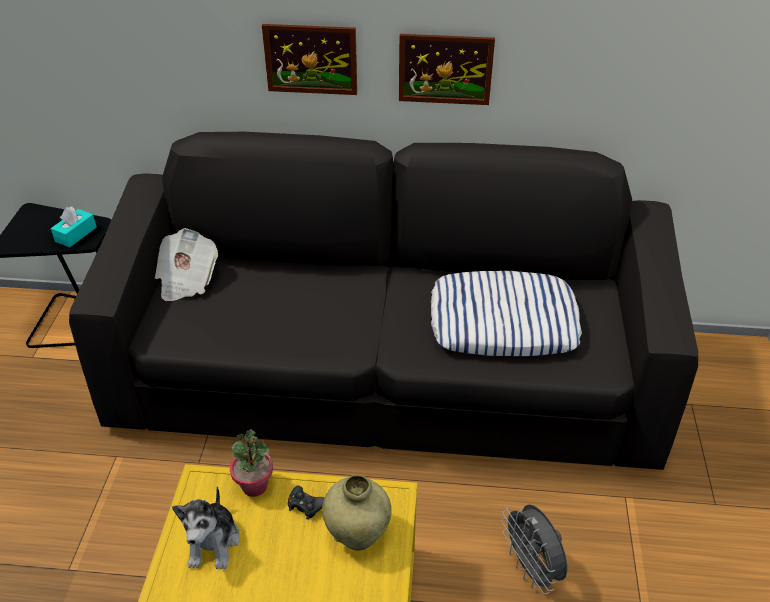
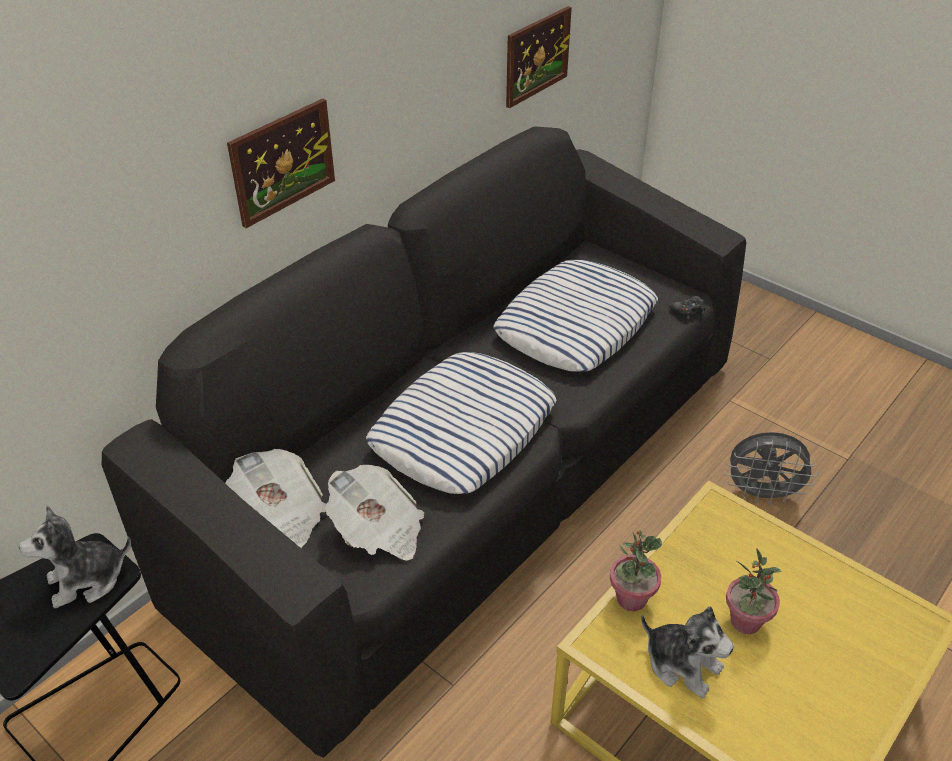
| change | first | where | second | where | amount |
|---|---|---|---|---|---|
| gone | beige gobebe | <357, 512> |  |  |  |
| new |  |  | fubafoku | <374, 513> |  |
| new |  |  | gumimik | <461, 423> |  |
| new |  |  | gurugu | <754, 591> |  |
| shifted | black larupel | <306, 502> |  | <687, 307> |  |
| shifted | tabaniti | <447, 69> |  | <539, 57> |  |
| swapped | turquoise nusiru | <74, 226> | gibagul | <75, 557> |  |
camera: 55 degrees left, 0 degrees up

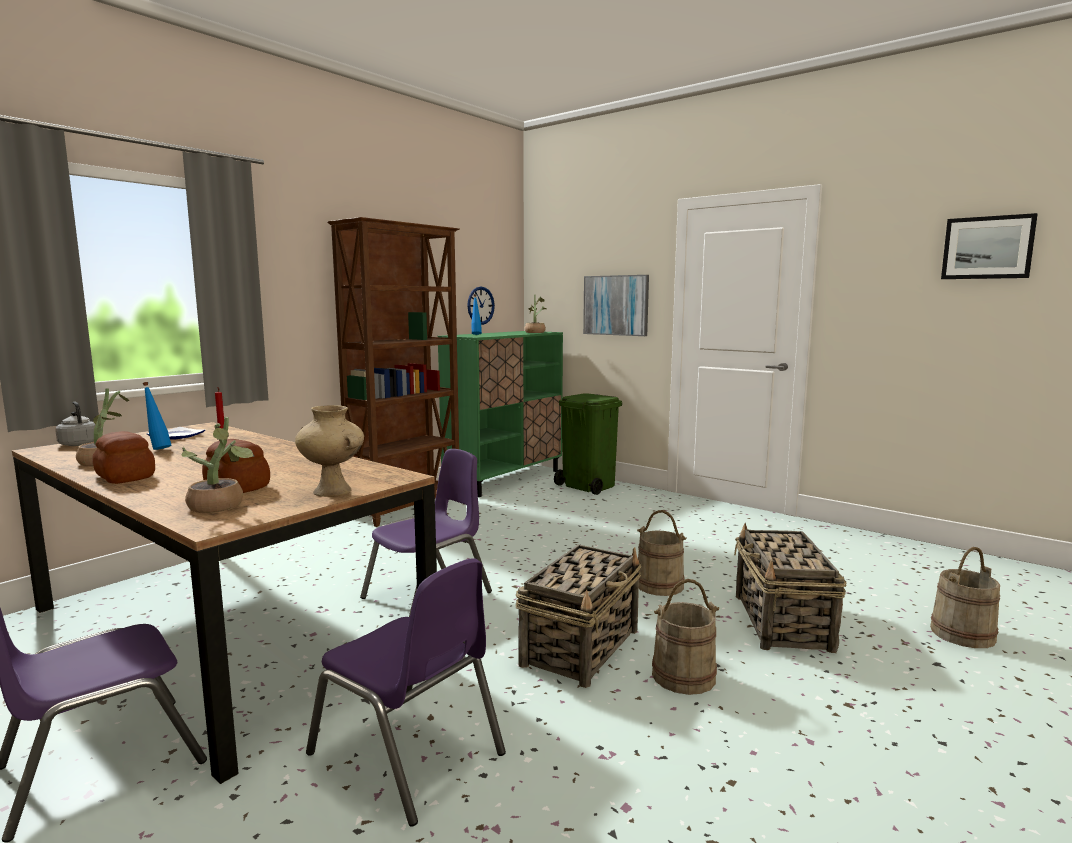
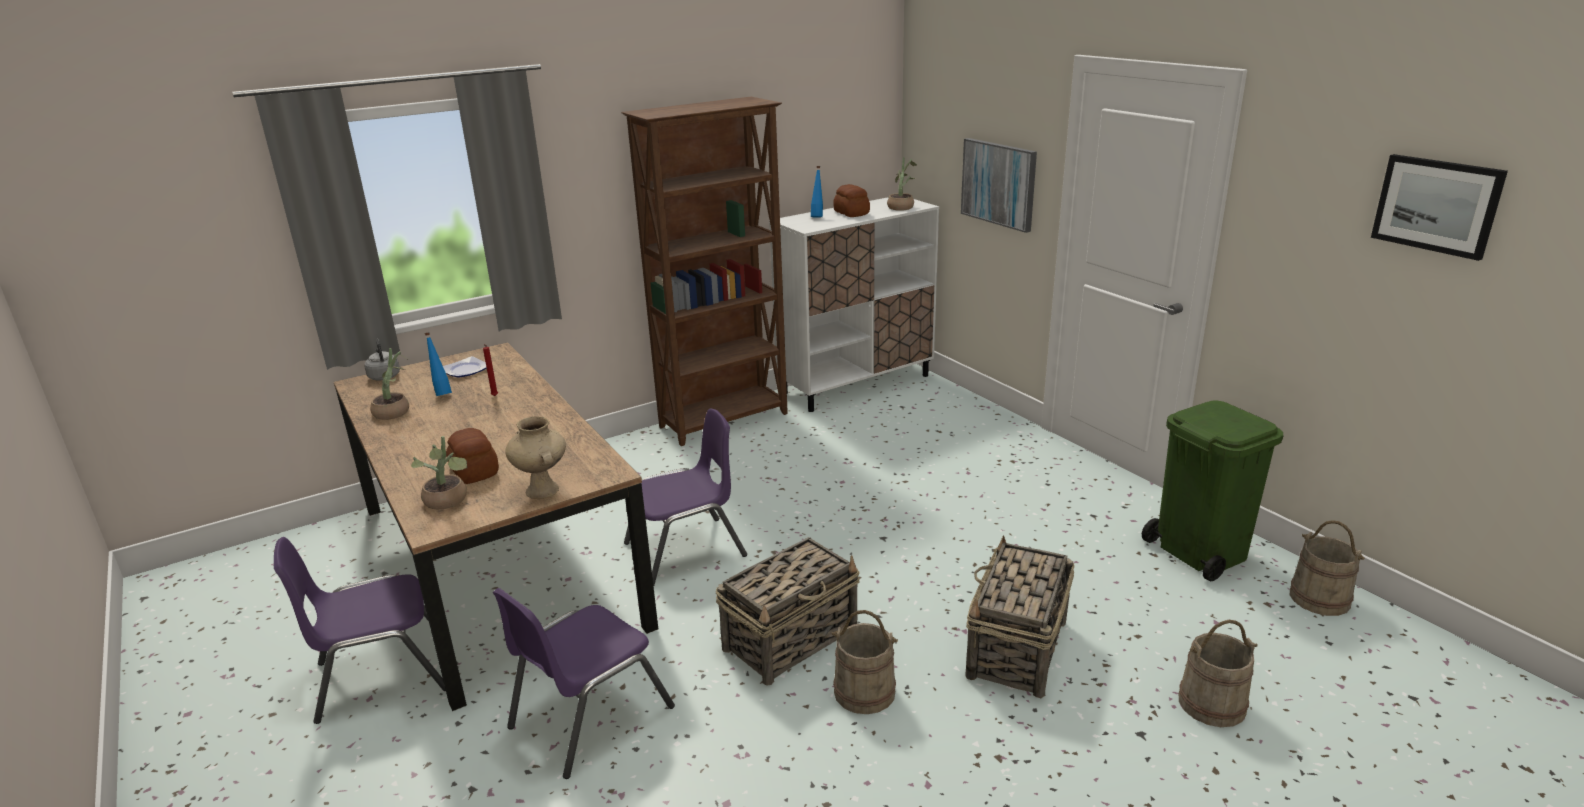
| change | first | where | second | where | amount |
|---|---|---|---|---|---|
| gone | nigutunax | <481, 306> |  |  |  |
| shifted | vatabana | <123, 457> |  | <852, 200> |  |
| shifted | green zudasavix | <588, 444> |  | <1213, 491> |  |
| shifted | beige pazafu | <661, 553> |  | <1327, 568> |  |
| repainted | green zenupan | <500, 414> | white zenupan | <854, 304> |  |
| rotated | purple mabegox | <406, 692> |  | <584, 683> | 75 degrees clockwise |
camera: 20 degrees right, 15 degrees up

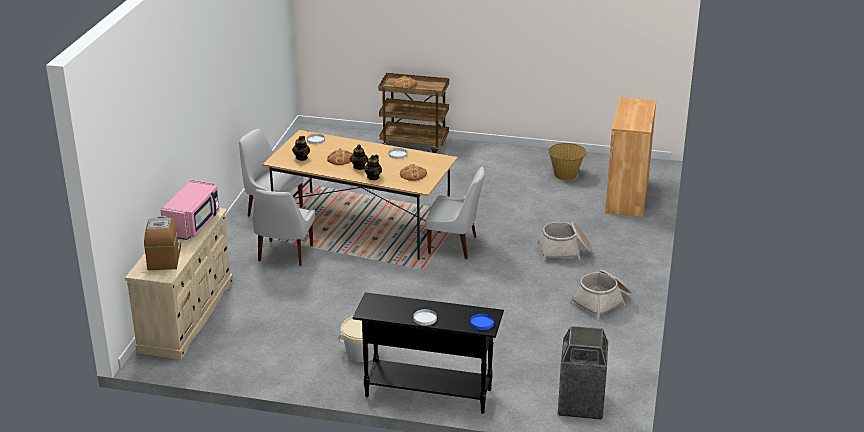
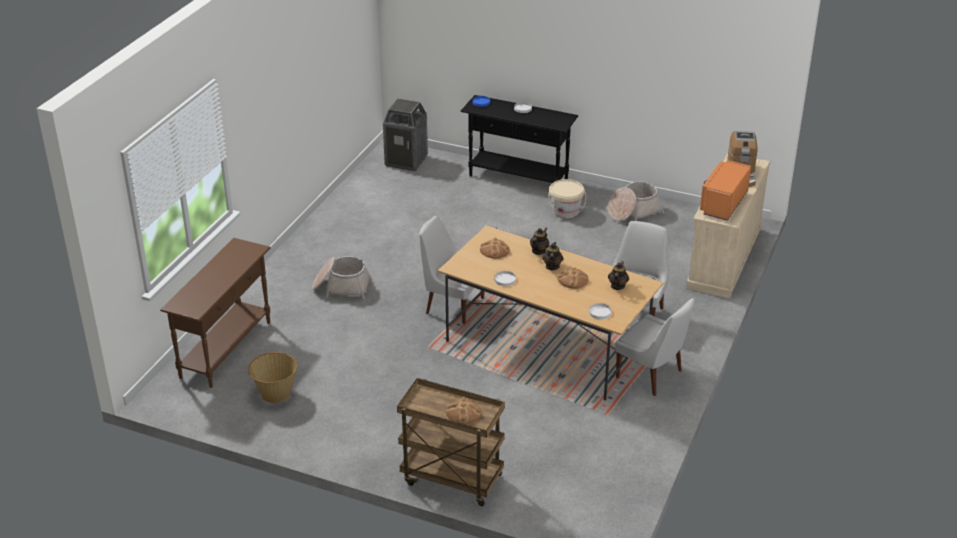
| change | first | where | second | where | amount |
|---|---|---|---|---|---|
| shifted | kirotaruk | <600, 295> |  | <635, 201> |  |
| swapped | brown zenupan | <630, 157> | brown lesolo | <215, 313> |  |
| repainted | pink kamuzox | <190, 209> | orange kamuzox | <725, 190> |  |
camera: 170 degrees left, 5 degrees up

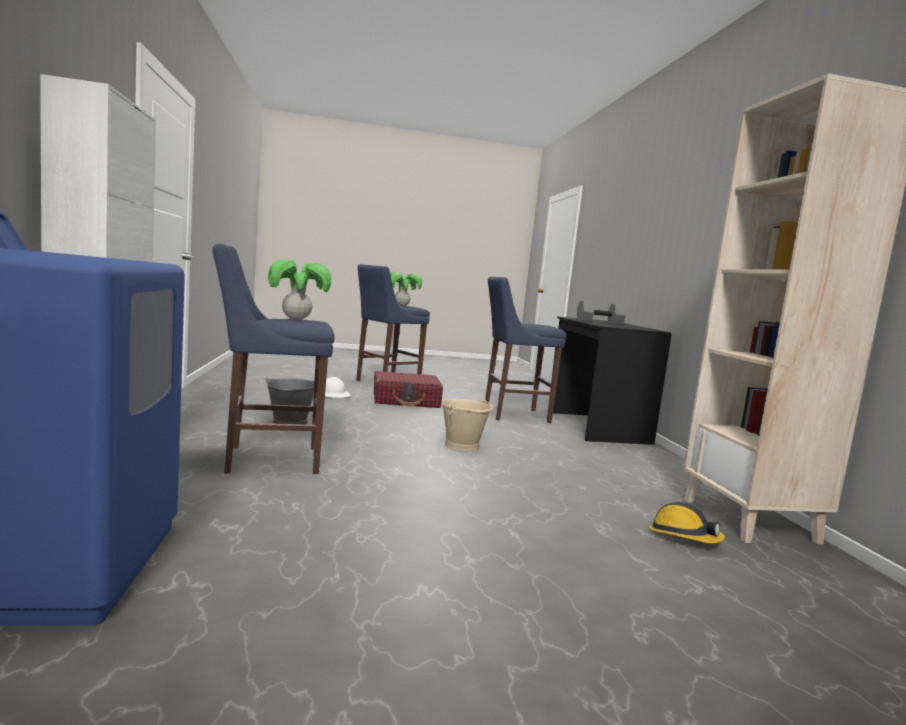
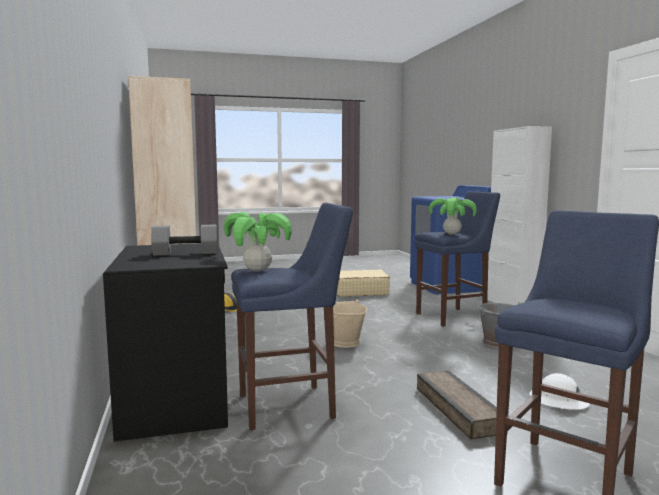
| change | first | where | second | where | amount |
|---|---|---|---|---|---|
| new |  |  | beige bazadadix | <363, 282> |  |
| shifted | gurugu | <406, 289> |  | <258, 241> |  |
| swapped | red bazadadix | <408, 389> | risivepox | <462, 404> |  |
camera: 175 degrees right, 0 degrees up

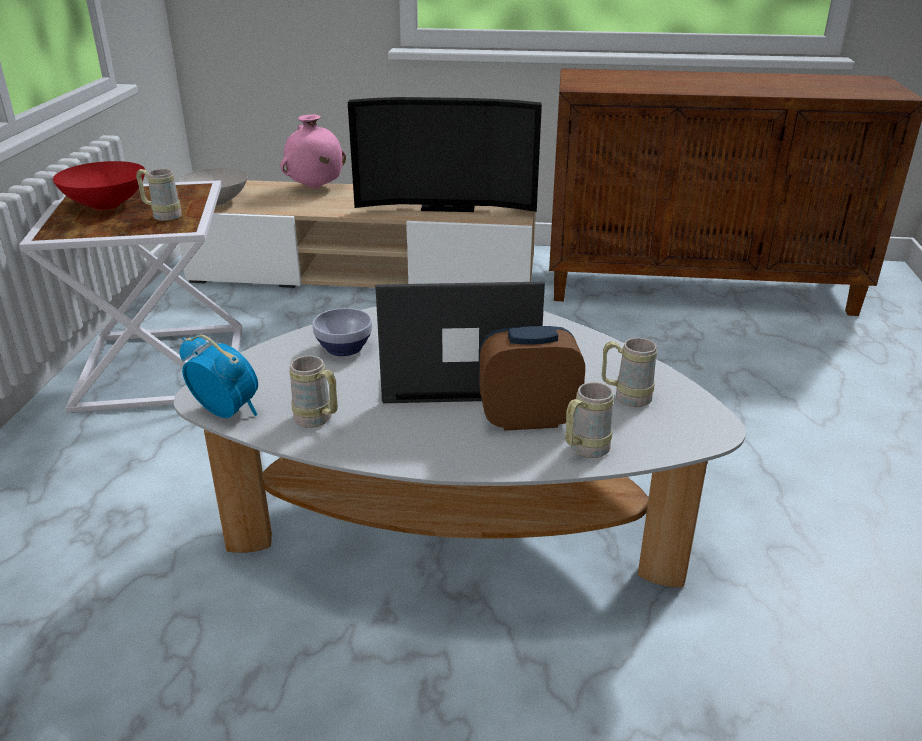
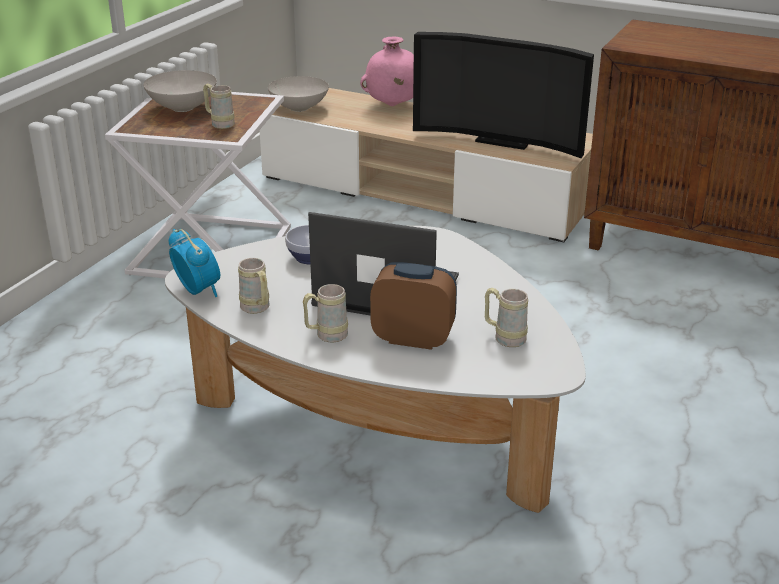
| change | first | where | second | where | amount |
|---|---|---|---|---|---|
| shifted | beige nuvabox | <589, 420> |  | <325, 313> |  |
| repainted | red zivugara | <99, 185> | white zivugara | <180, 91> |  |
camera: 20 degrees right, 0 degrees up

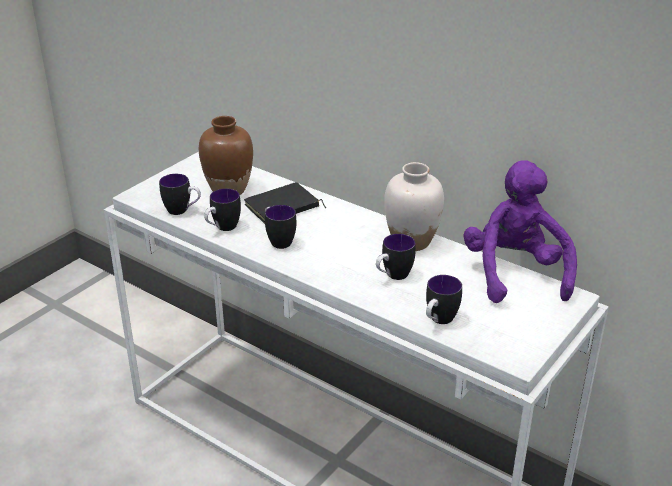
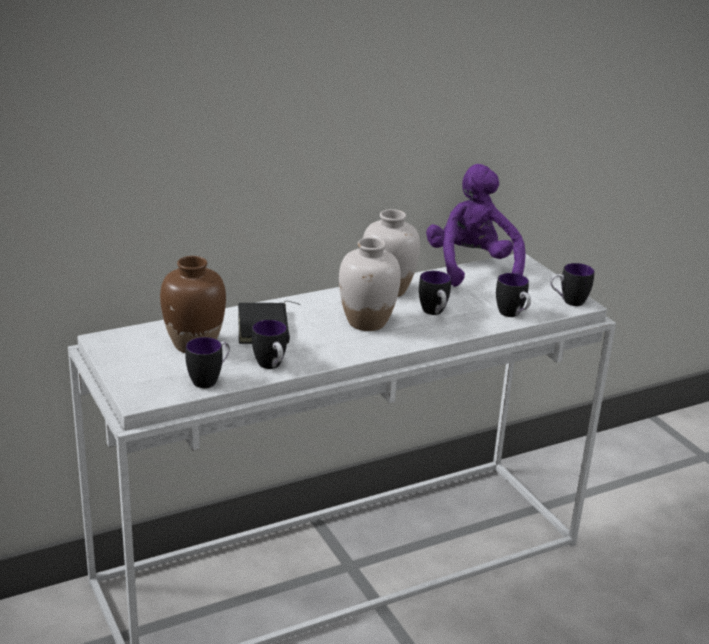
| change | first | where | second | where | amount |
|---|---|---|---|---|---|
| new |  |  | white gobebe | <370, 284> |  |
| shifted | nuvabox | <280, 227> |  | <572, 284> |  |
| rotated | purple gibagul | <520, 231> |  | <476, 225> | 60 degrees clockwise |
camera: 65 degrees left, 5 degrees down

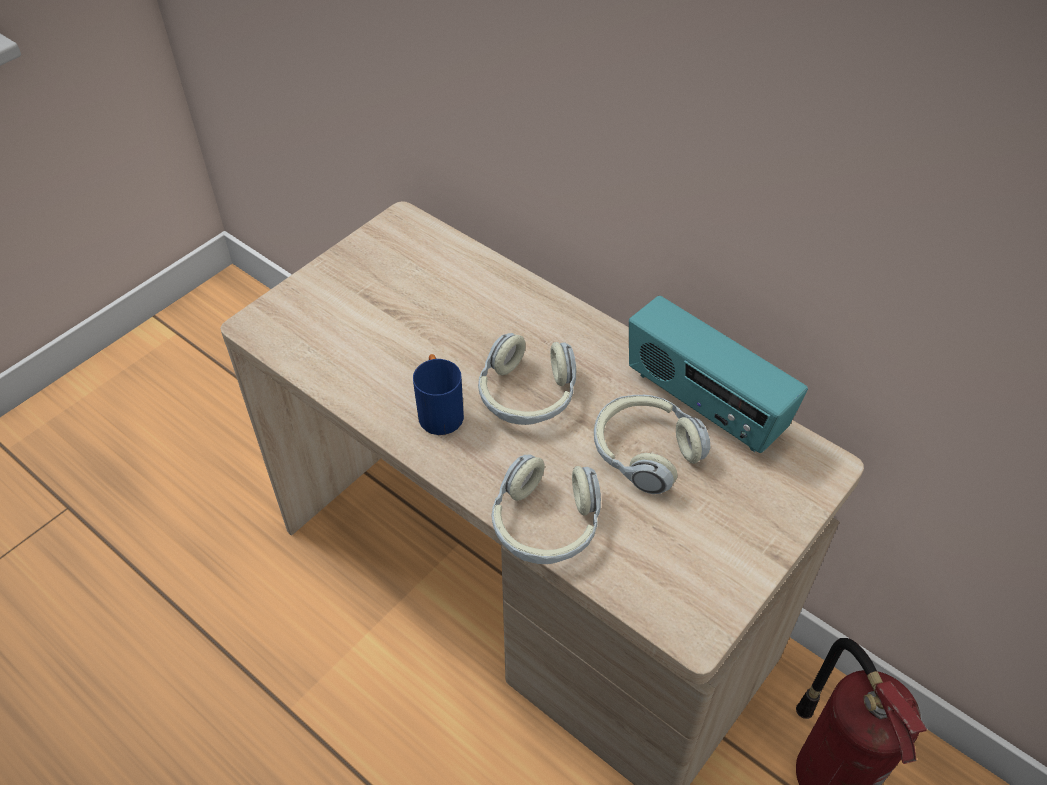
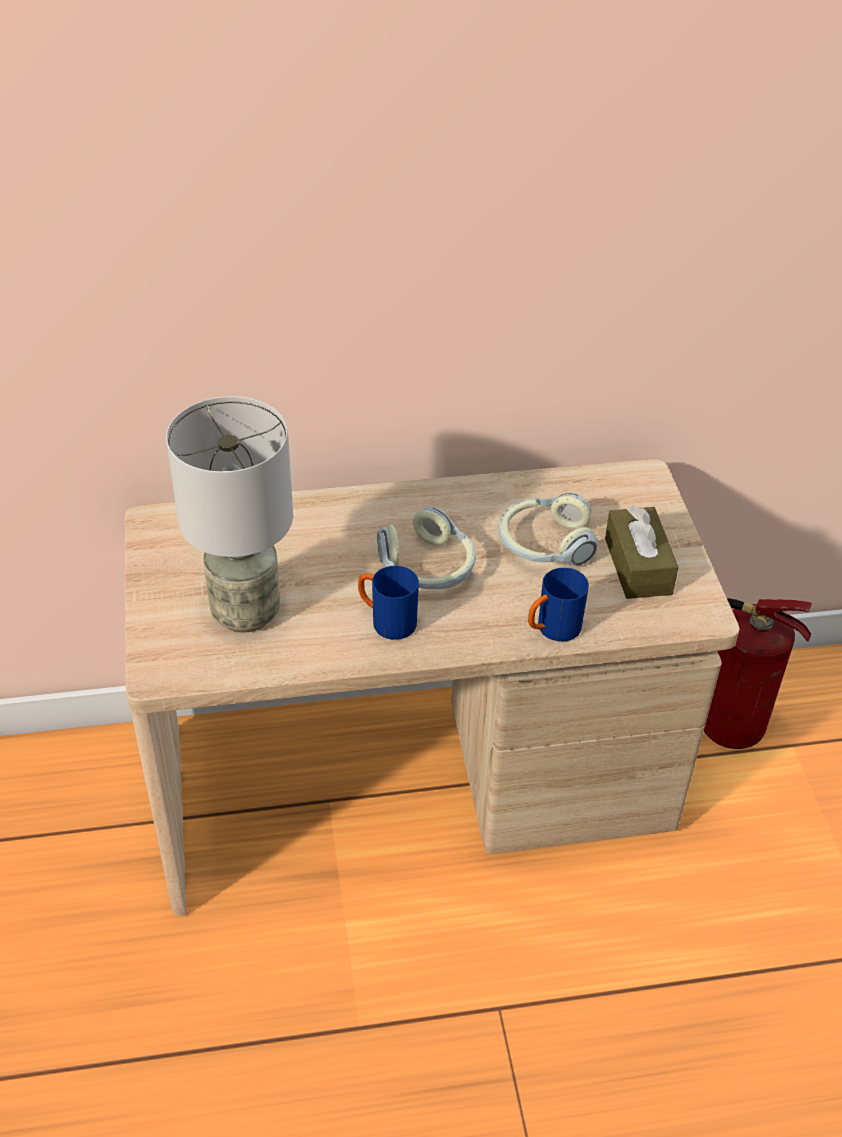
| change | first | where | second | where | amount |
|---|---|---|---|---|---|
| gone | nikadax | <718, 374> |  |  |  |
| new |  |  | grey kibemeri | <229, 514> |  |
| new |  |  | brown nusiru | <642, 552> |  |
| swapped | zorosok | <546, 509> | blue nuvabox | <558, 604> |  |
camera: 50 degrees left, 5 degrees down

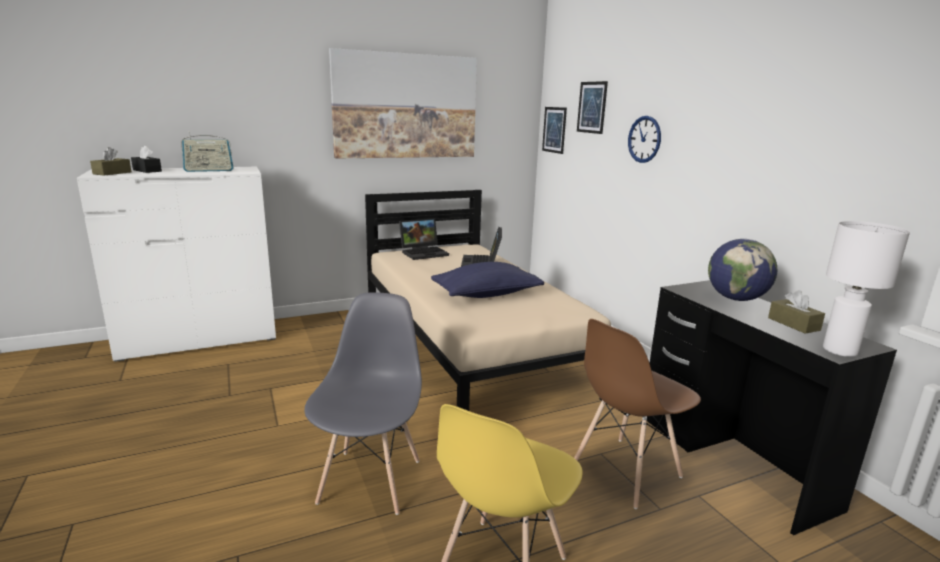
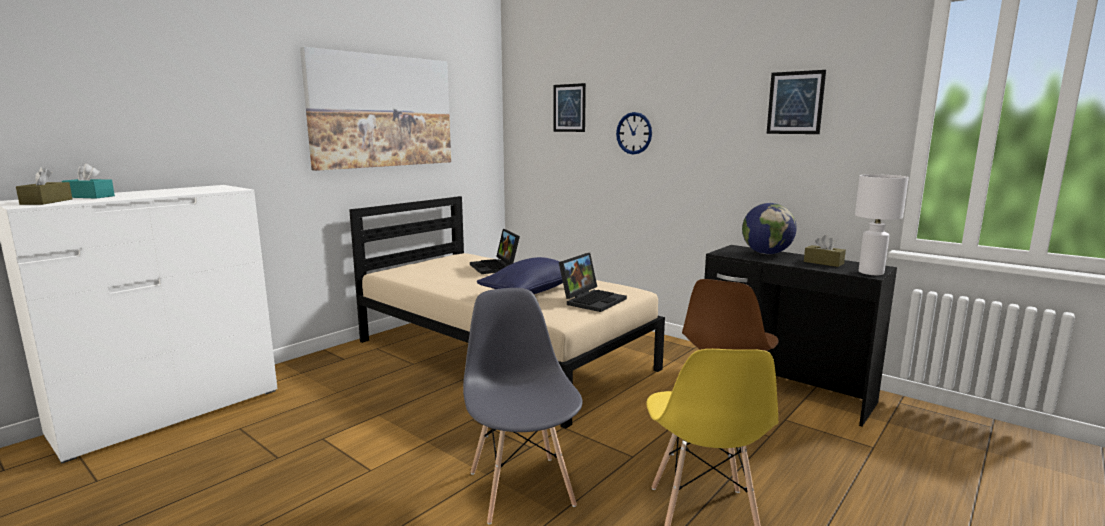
| change | first | where | second | where | amount |
|---|---|---|---|---|---|
| gone | nikadax | <207, 151> |  |  |  |
| shifted | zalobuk | <424, 239> |  | <593, 282> |  |
| shifted | tabaniti | <554, 130> |  | <796, 102> |  |
| repainted | black nusiru | <146, 159> | turquoise nusiru | <88, 181> |  |
camera: 25 degrees left, 5 degrees down

